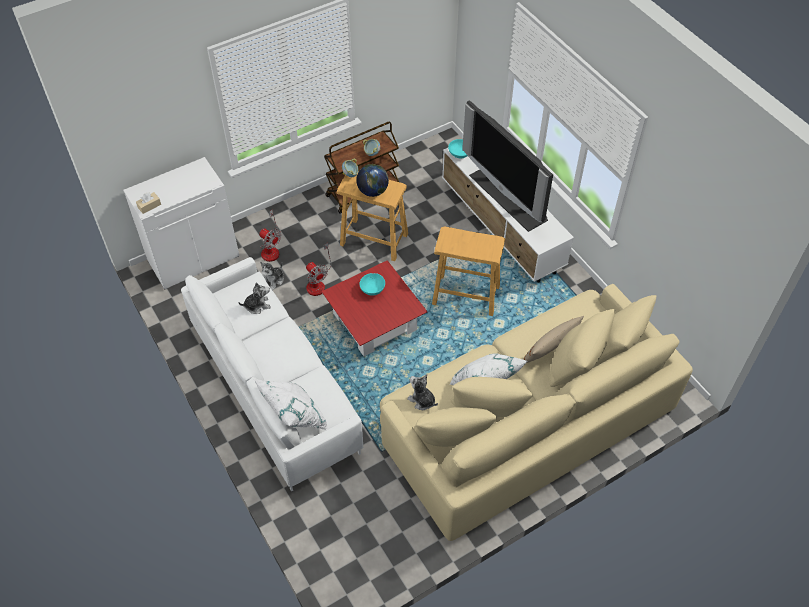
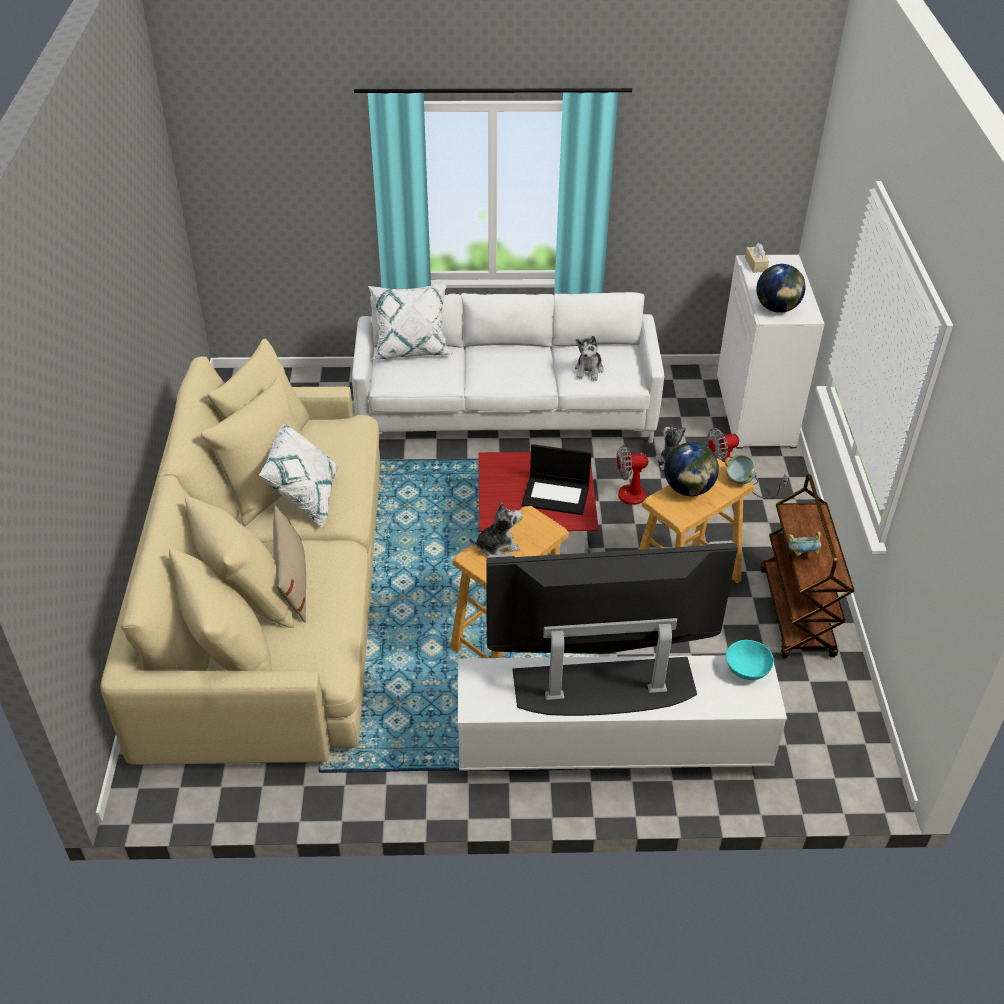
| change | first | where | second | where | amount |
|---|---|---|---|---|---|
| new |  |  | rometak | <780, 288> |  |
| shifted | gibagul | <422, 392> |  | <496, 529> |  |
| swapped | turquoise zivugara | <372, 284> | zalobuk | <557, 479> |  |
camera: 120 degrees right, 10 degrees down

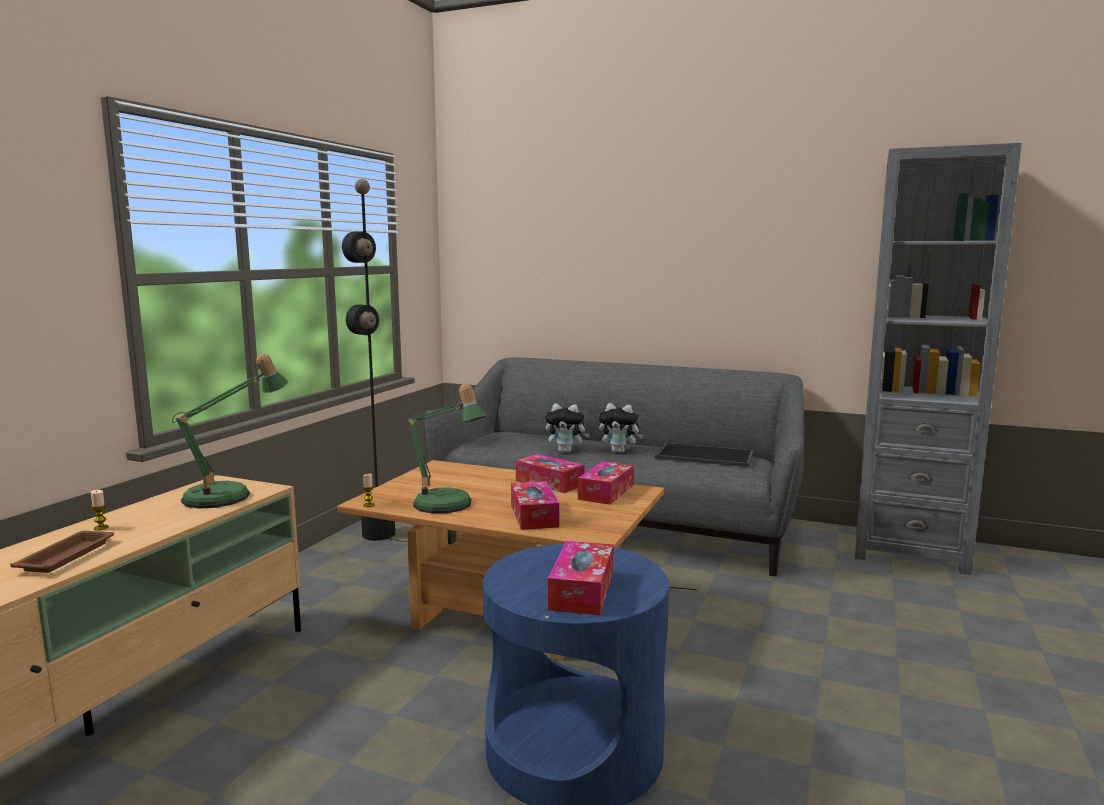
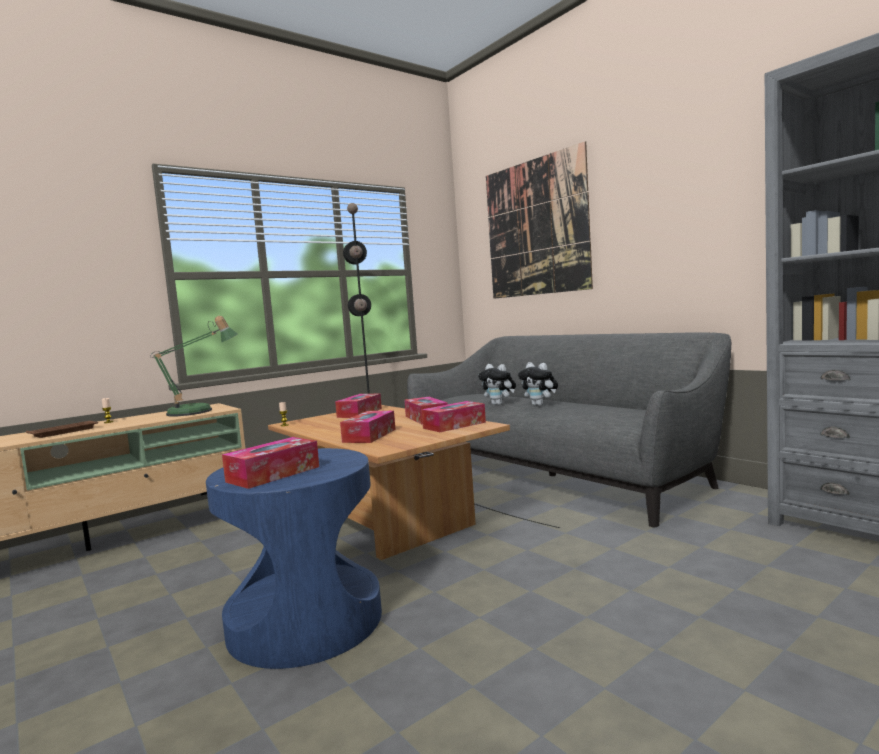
| change | first | where | second | where | amount |
|---|---|---|---|---|---|
| gone | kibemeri | <447, 448> |  |  |  |
| gone | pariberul | <704, 455> |  |  |  |
| new |  |  | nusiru | <358, 406> |  |
| new |  |  | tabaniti | <539, 220> |  |
camera: 30 degrees right, 5 degrees down

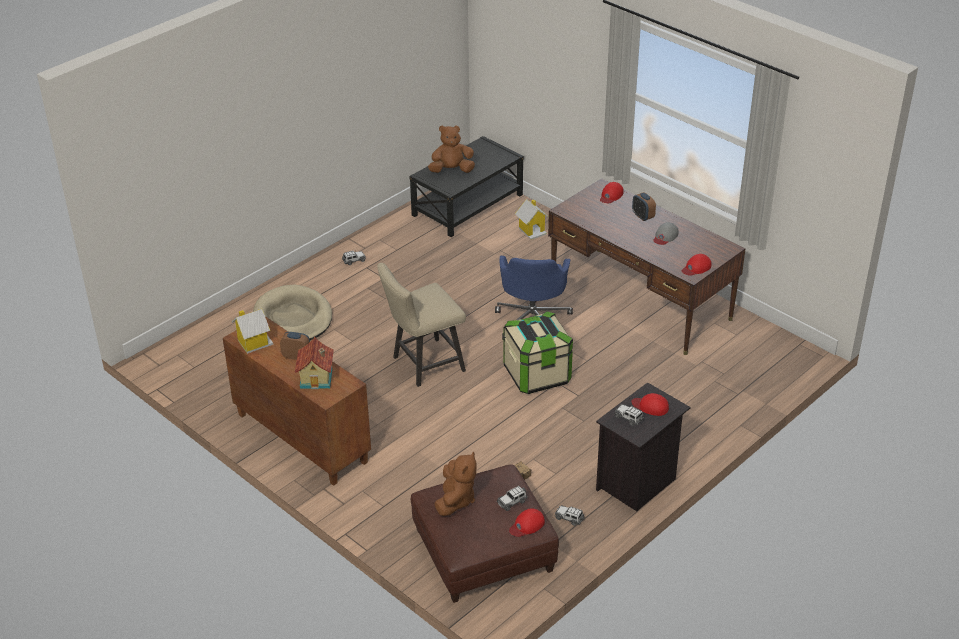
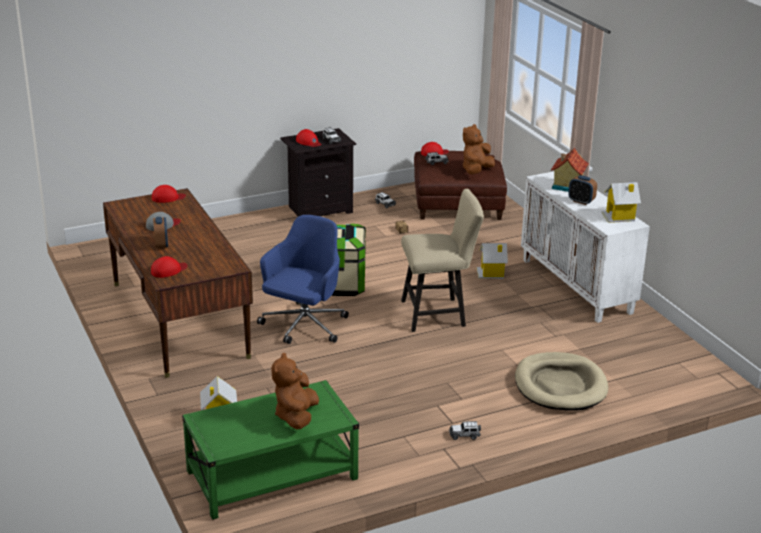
| change | first | where | second | where | amount |
|---|---|---|---|---|---|
| new |  |  | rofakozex | <492, 261> |  |
| repainted | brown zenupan | <297, 401> | white zenupan | <585, 247> |  |
| repainted | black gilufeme | <466, 186> | green gilufeme | <270, 450> |  |
| rotated | brown gibagul | <451, 149> |  | <295, 391> | 90 degrees clockwise |
camera: 160 degrees left, 10 degrees down

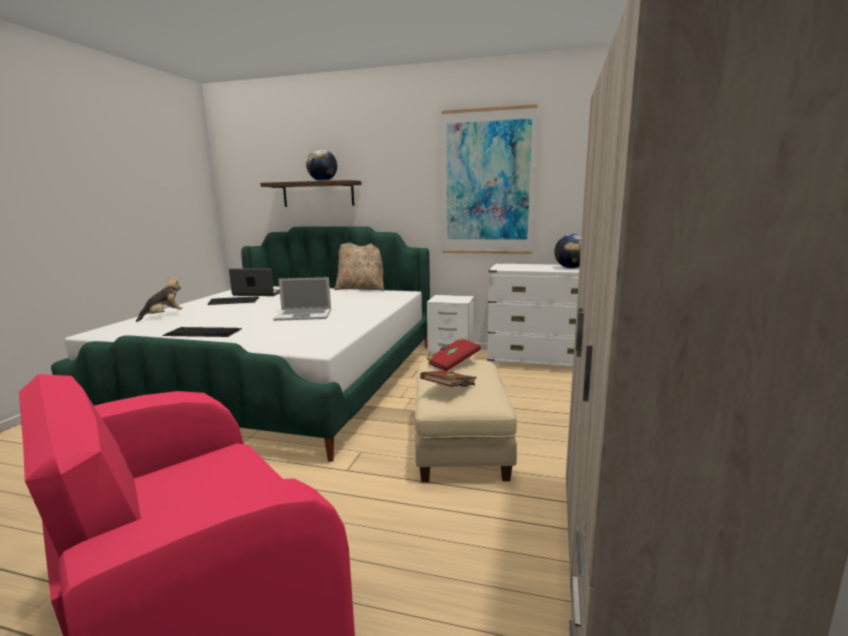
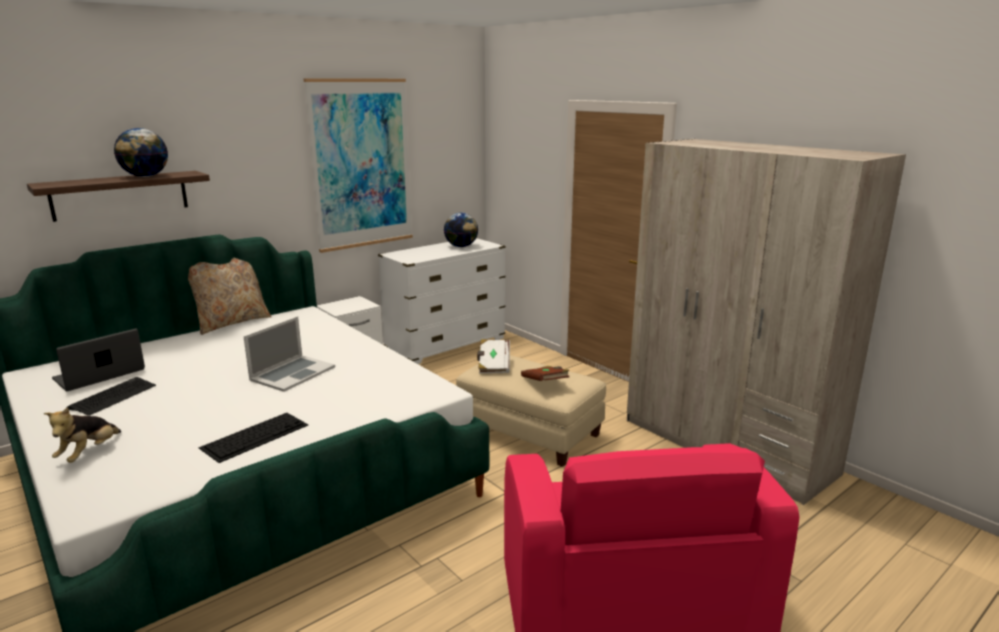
| change | first | where | second | where | amount |
|---|---|---|---|---|---|
| repainted | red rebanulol | <454, 354> | white rebanulol | <493, 356> |  |
| rotated | gibagul | <159, 299> |  | <82, 435> | 150 degrees counterclockwise |
camera: 55 degrees left, 5 degrees up

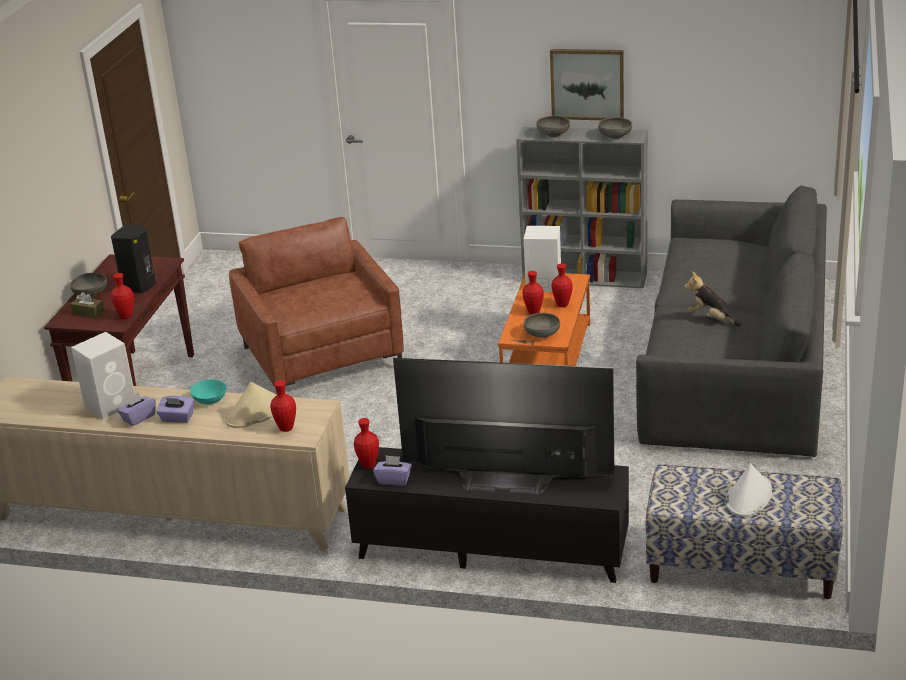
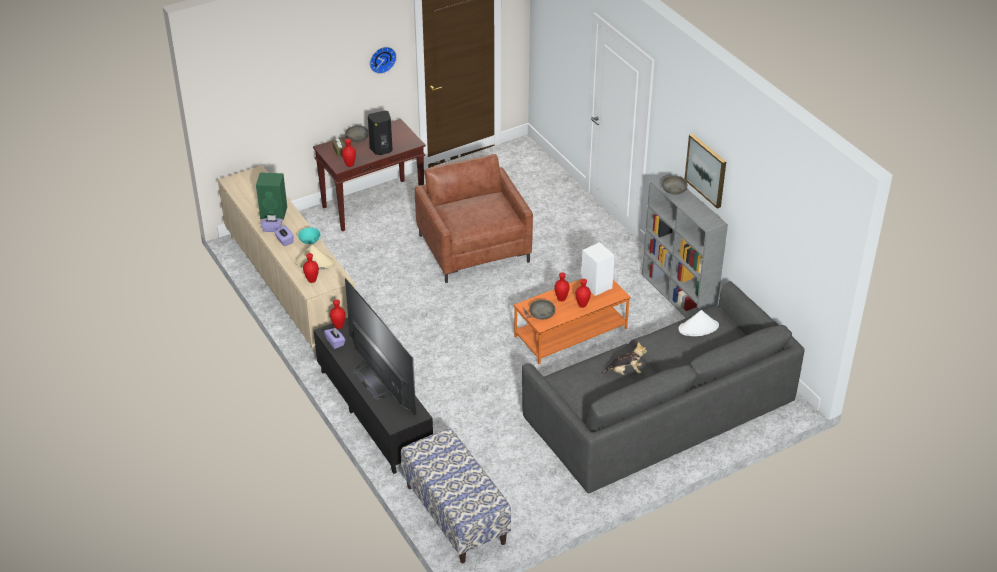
| change | first | where | second | where | amount |
|---|---|---|---|---|---|
| gone | grey zivugara | <615, 128> |  |  |  |
| new |  |  | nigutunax | <383, 60> |  |
| shifted | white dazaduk | <749, 490> |  | <698, 323> |  |
| repainted | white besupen | <103, 375> | green besupen | <271, 196> |  |
| rotated | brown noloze | <316, 306> |  | <474, 218> | 45 degrees counterclockwise |
| rotated | gibagul | <713, 299> |  | <624, 358> | 90 degrees clockwise |
camera: 45 degrees right, 10 degrees up

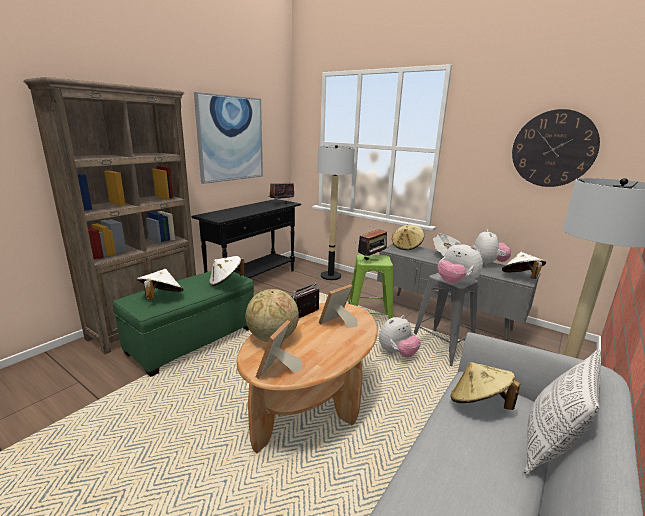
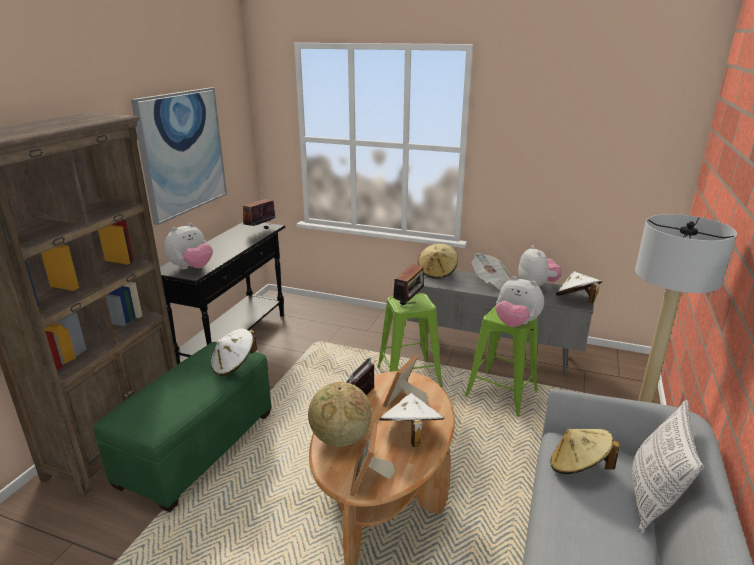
| change | first | where | second | where | amount |
|---|---|---|---|---|---|
| gone | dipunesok | <336, 212> |  |  |  |
| gone | nigutunax | <556, 148> |  |  |  |
| shifted | white dazaduk | <160, 284> |  | <411, 420> |  |
| shifted | gibagul | <400, 336> |  | <188, 246> |  |
| repainted | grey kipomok | <445, 319> | green kipomok | <501, 361> |  |
camera: 15 degrees left, 5 degrees up

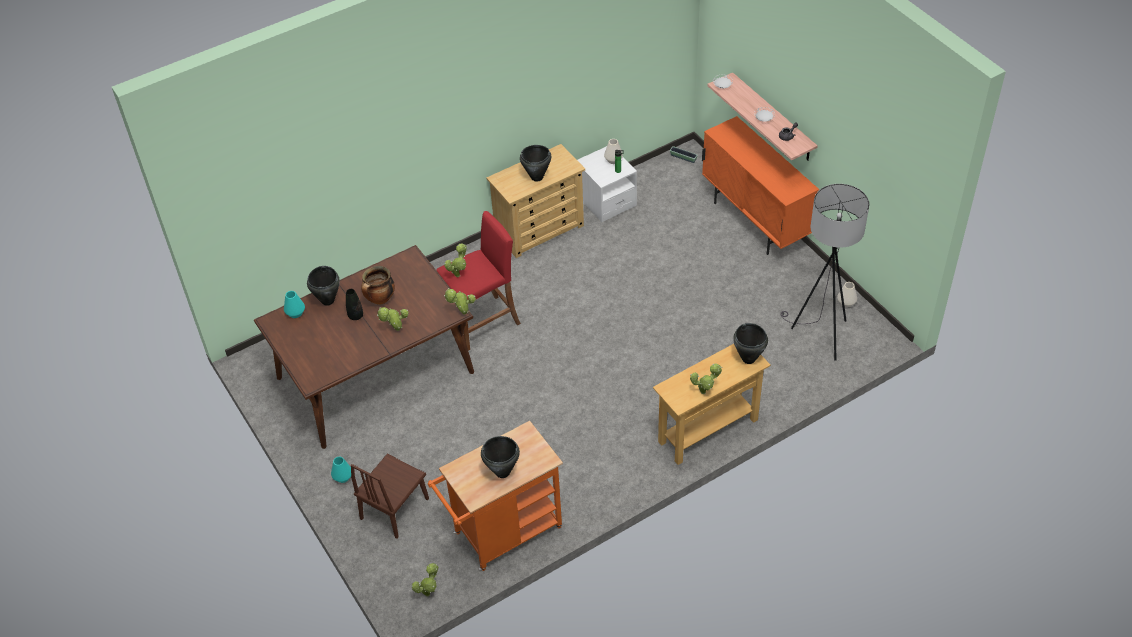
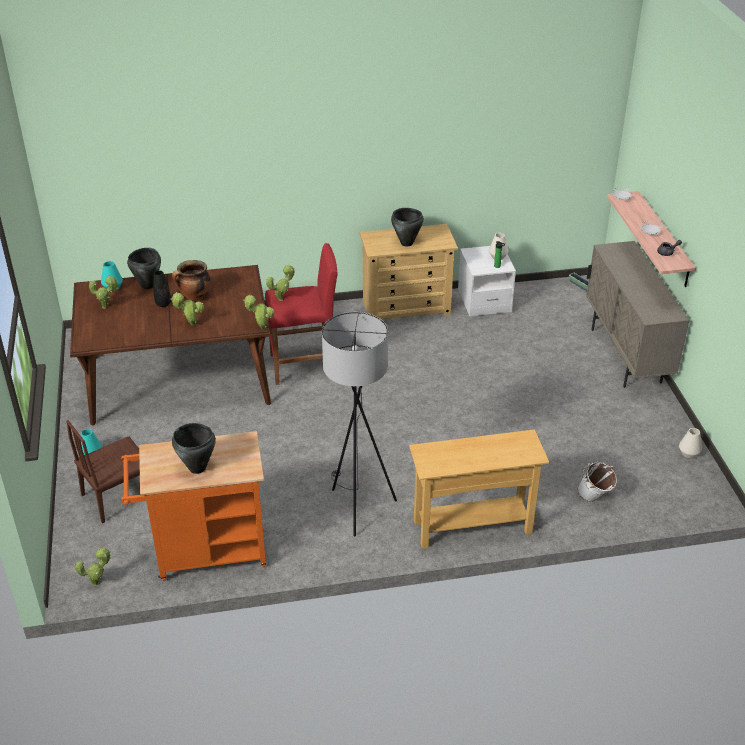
| change | first | where | second | where | amount |
|---|---|---|---|---|---|
| gone | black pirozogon | <750, 343> |  |  |  |
| new |  |  | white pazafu | <597, 482> |  |
| shifted | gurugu | <706, 378> |  | <103, 292> |  |
| shifted | grey dipunesok | <824, 272> |  | <359, 424> |  |
| repainted | orange zenupan | <760, 185> | beige zenupan | <638, 314> |  |
camera: 20 degrees right, 10 degrees down

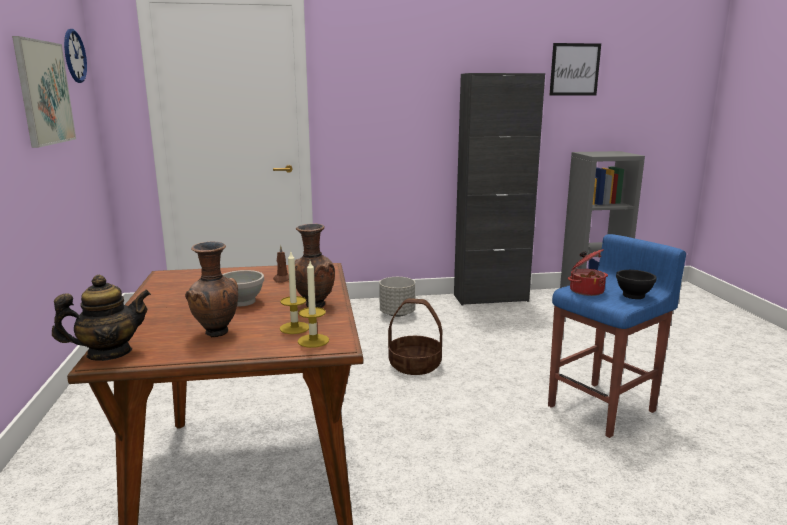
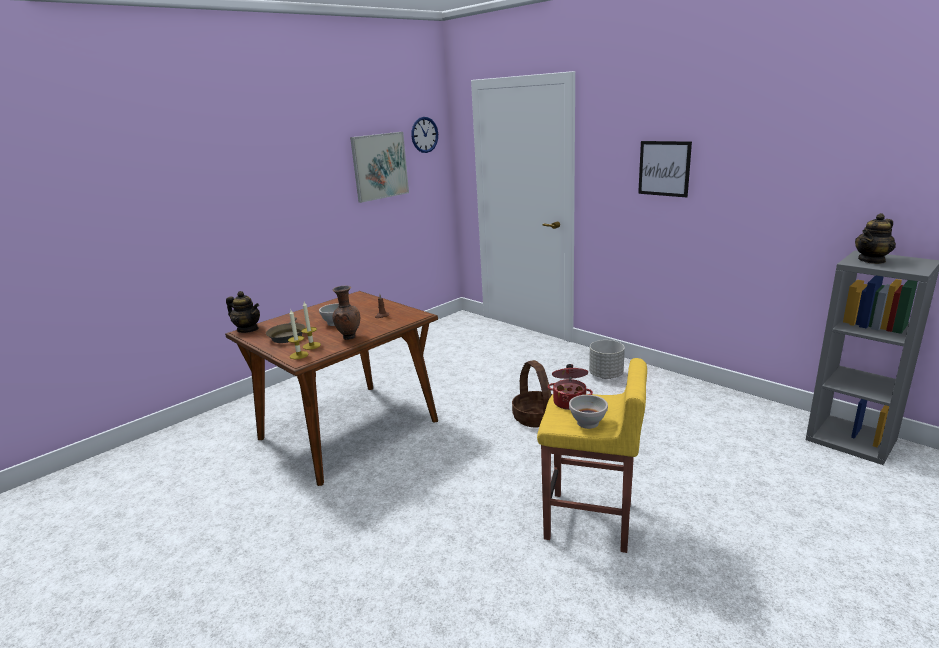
| change | first | where | second | where | amount |
|---|---|---|---|---|---|
| gone | black zenupan | <499, 189> |  |  |  |
| new |  |  | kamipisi | <875, 238> |  |
| shifted | tabaniti | <575, 69> |  | <665, 169> |  |
| swapped | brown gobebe | <211, 290> | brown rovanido | <286, 330> |  |
| repainted | blue kipomok | <617, 336> | yellow kipomok | <592, 455> |  |
| repainted | black zivugara | <636, 284> | white zivugara | <588, 412> |  |
camera: 55 degrees right, 5 degrees up

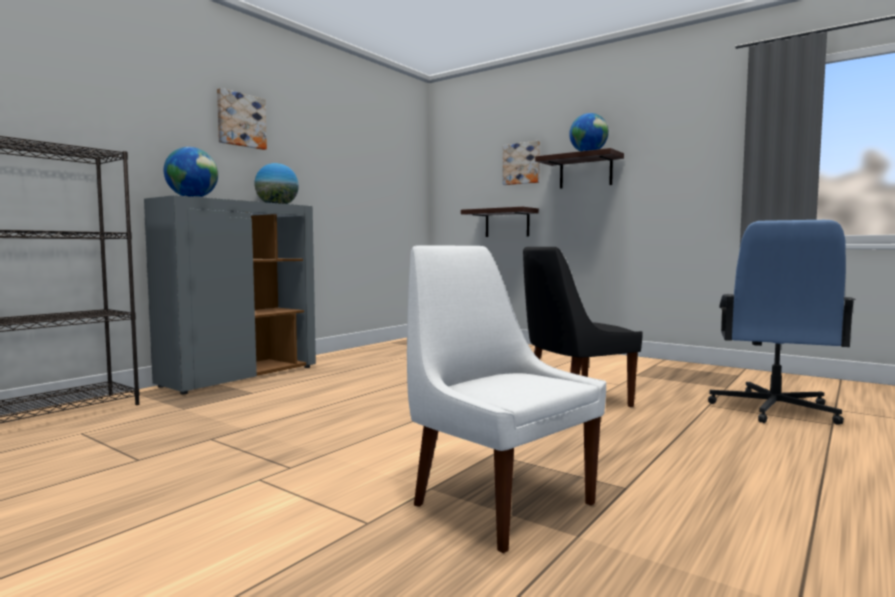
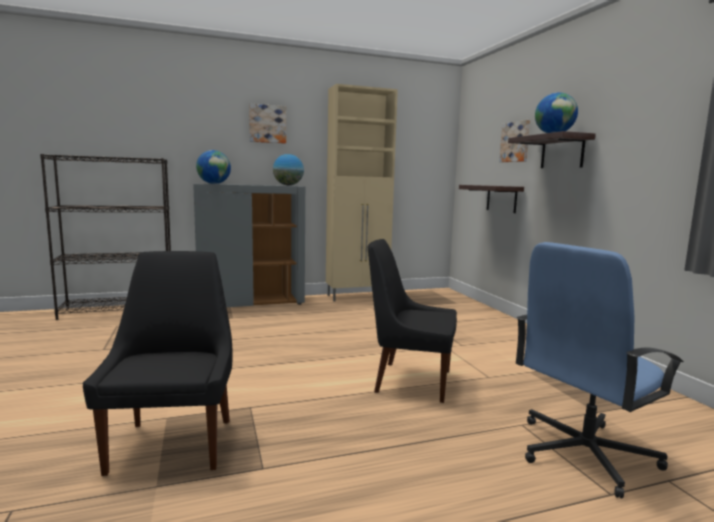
| change | first | where | second | where | amount |
|---|---|---|---|---|---|
| new |  |  | beige zenupan | <362, 192> |  |
| repainted | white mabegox | <506, 399> | black mabegox | <157, 363> |  |
camera: 35 degrees right, 5 degrees up

